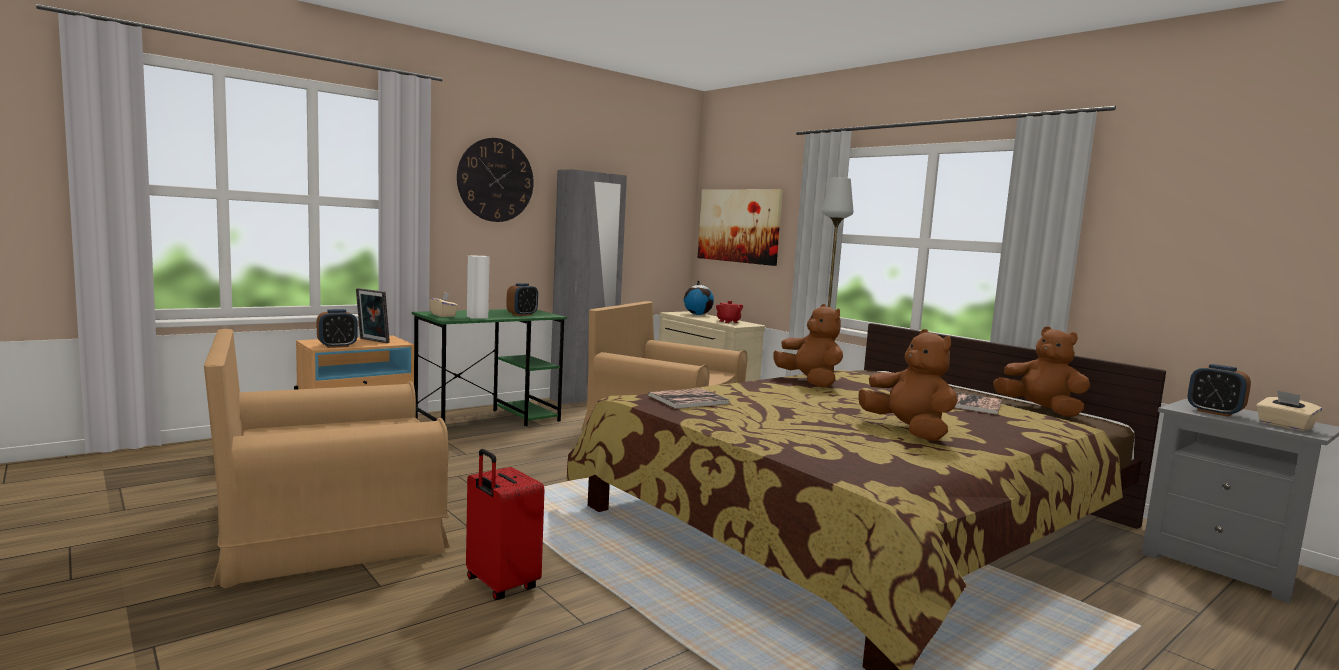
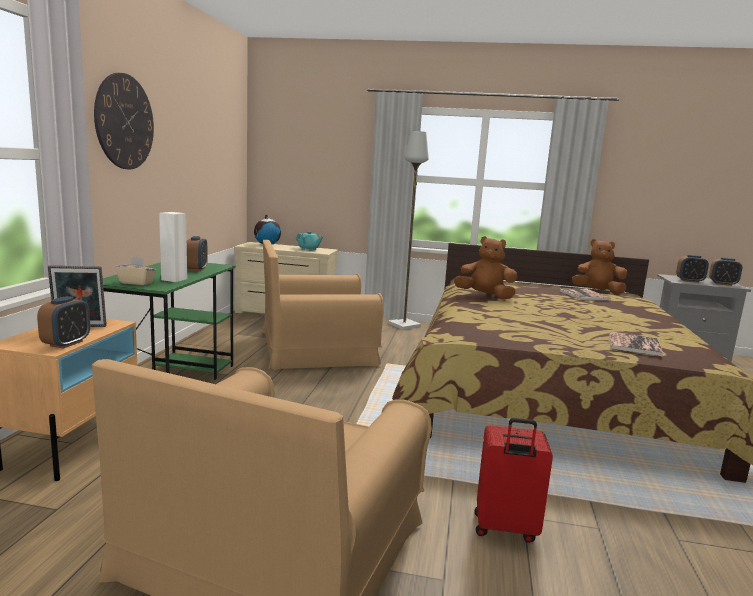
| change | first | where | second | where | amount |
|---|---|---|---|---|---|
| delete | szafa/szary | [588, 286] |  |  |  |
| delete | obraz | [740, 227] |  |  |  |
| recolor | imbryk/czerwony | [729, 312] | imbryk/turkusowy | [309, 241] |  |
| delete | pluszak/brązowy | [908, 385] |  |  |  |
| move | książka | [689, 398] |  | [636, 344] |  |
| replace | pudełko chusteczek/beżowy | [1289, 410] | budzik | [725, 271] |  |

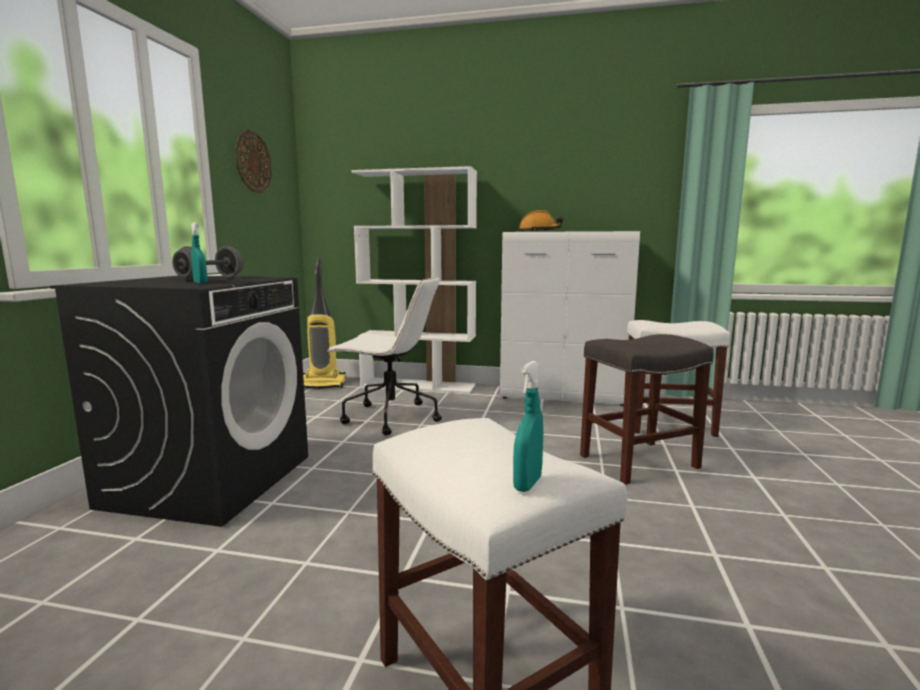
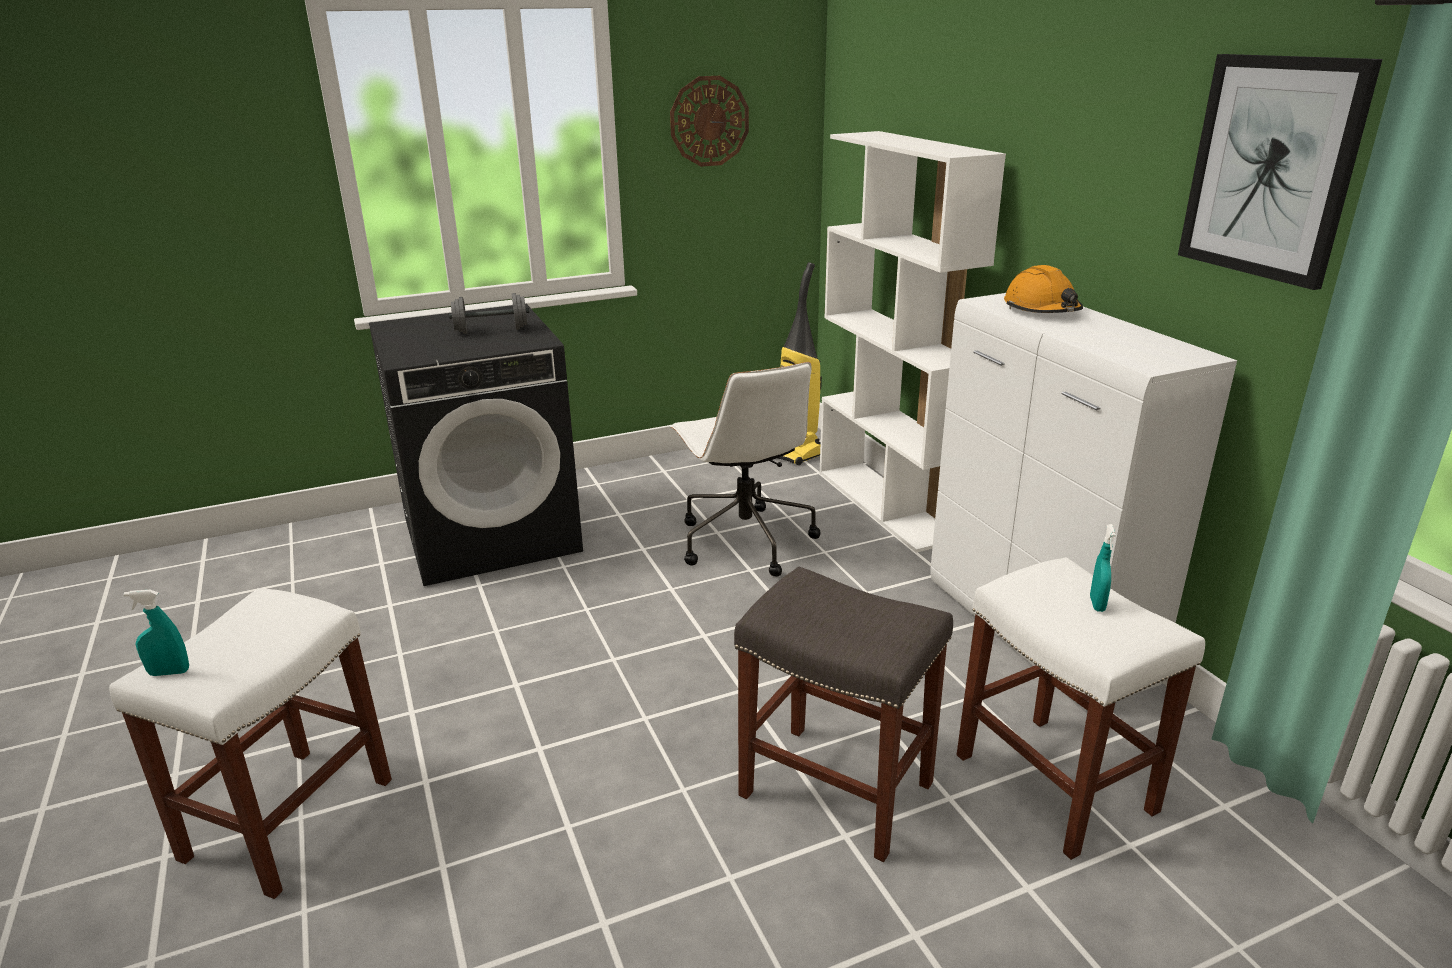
| change | first | where | second | where | amount |
|---|---|---|---|---|---|
| move | spryskiwacz/turkusowy | [199, 253] |  | [1103, 568] |  |
| insert |  |  | obraz | [1280, 172] |  |

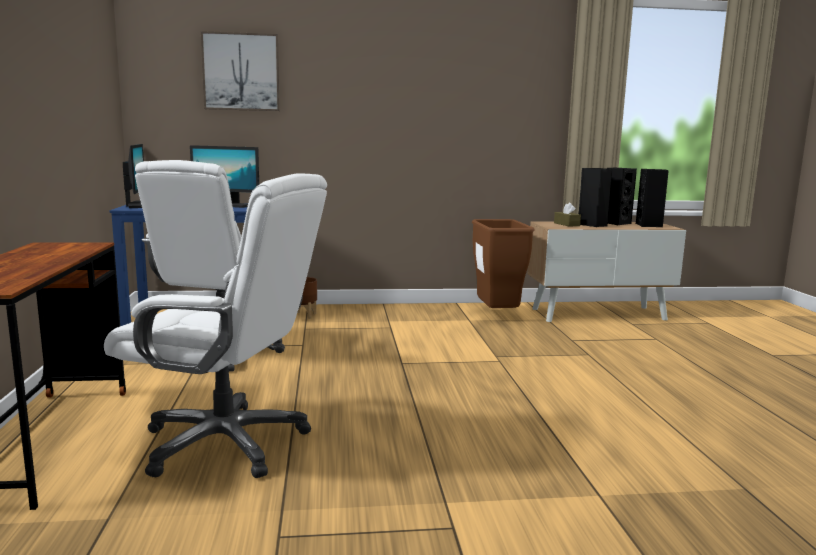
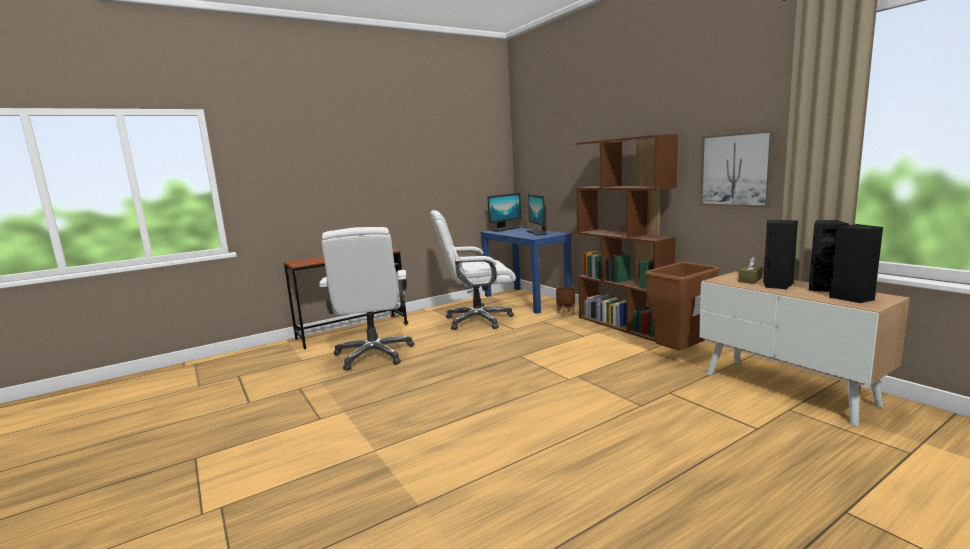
| change | first | where | second | where | amount |
|---|---|---|---|---|---|
| move | obraz | [240, 71] |  | [737, 168] |  |
| insert |  |  | regał/brązowy | [627, 238] |  |

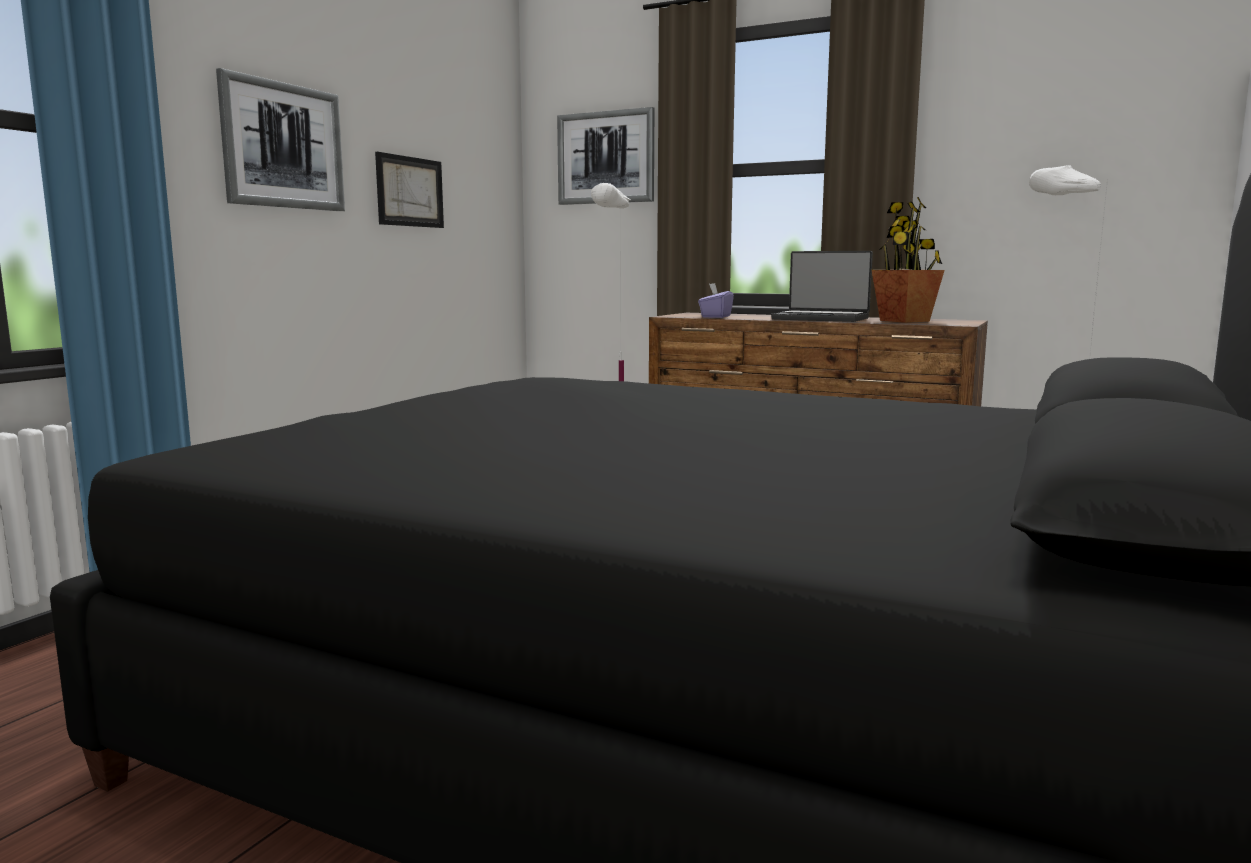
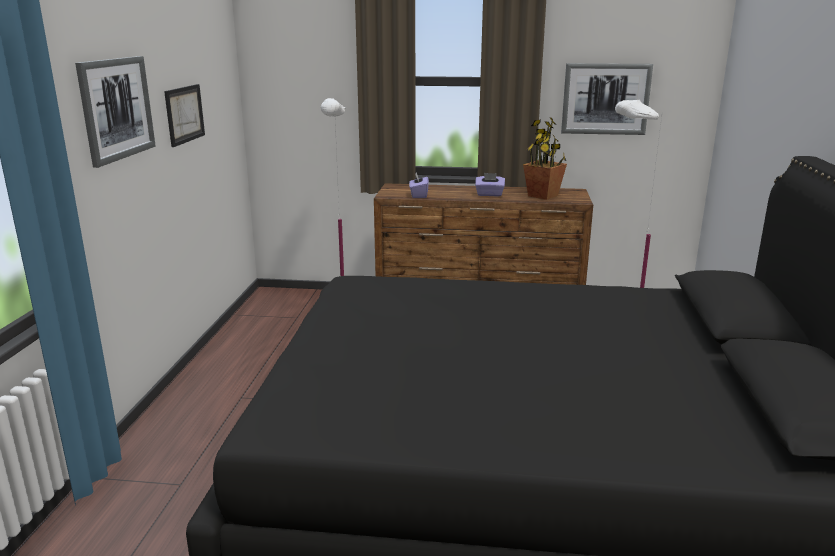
| change | first | where | second | where | amount |
|---|---|---|---|---|---|
| move | obraz | [605, 156] |  | [607, 99] |  |
| replace | laptop | [822, 286] | pudełko chusteczek/fioletowy | [490, 184] |  |

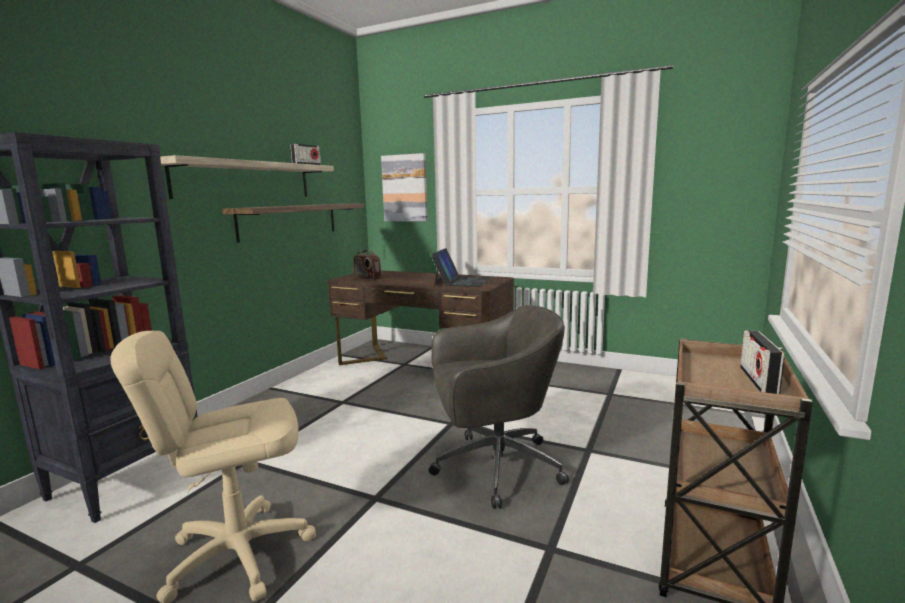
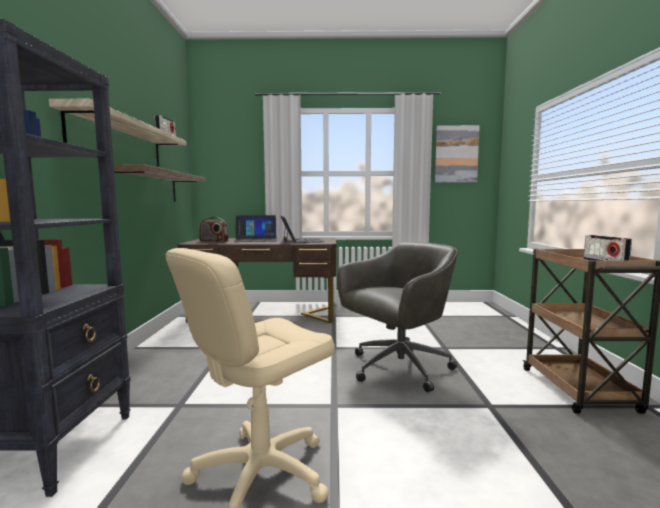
| change | first | where | second | where | amount |
|---|---|---|---|---|---|
| move | obraz | [404, 187] |  | [457, 154] |  |
| insert |  |  | laptop | [255, 228] |  |

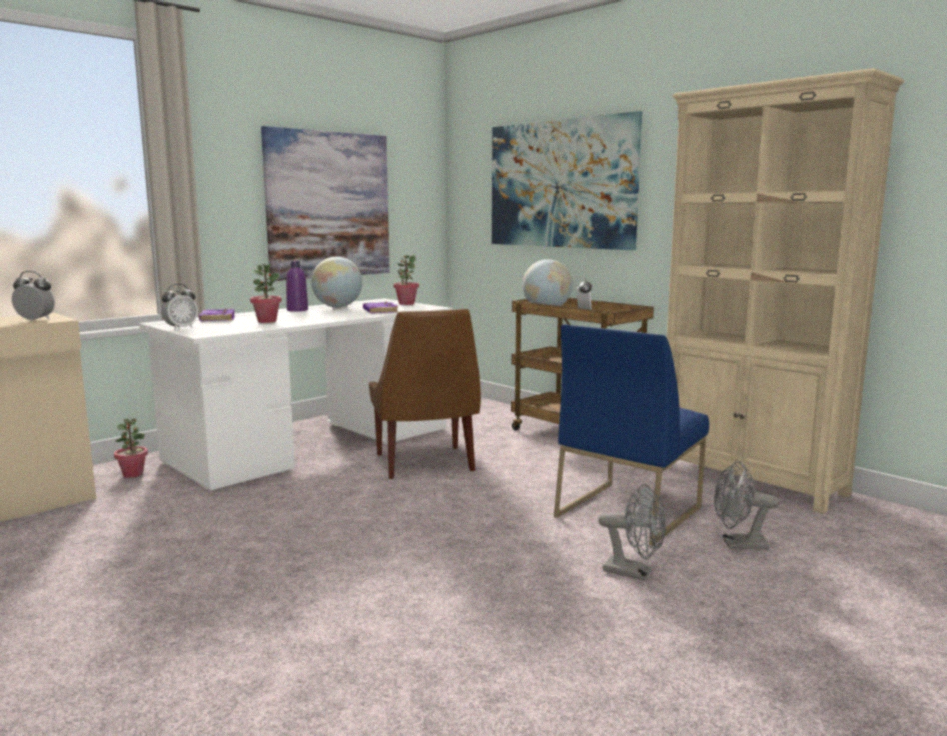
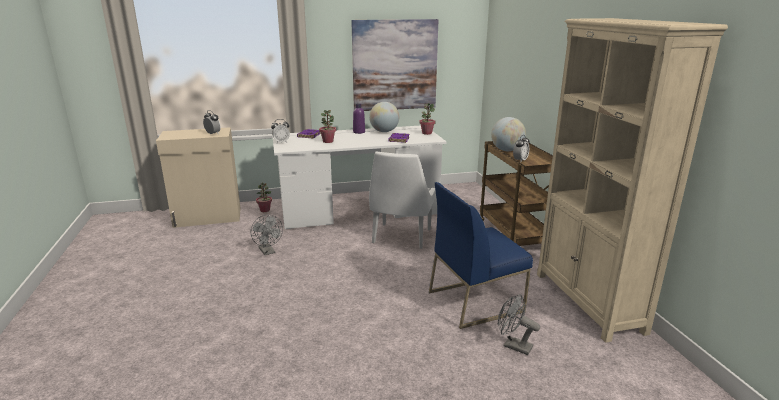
| change | first | where | second | where | amount |
|---|---|---|---|---|---|
| delete | obraz | [567, 180] |  |  |  |
| recolor | krzesło/brązowy | [425, 394] | krzesło/biały | [402, 200] |  |
| move | wentylator/szary | [632, 532] |  | [267, 235] |  |

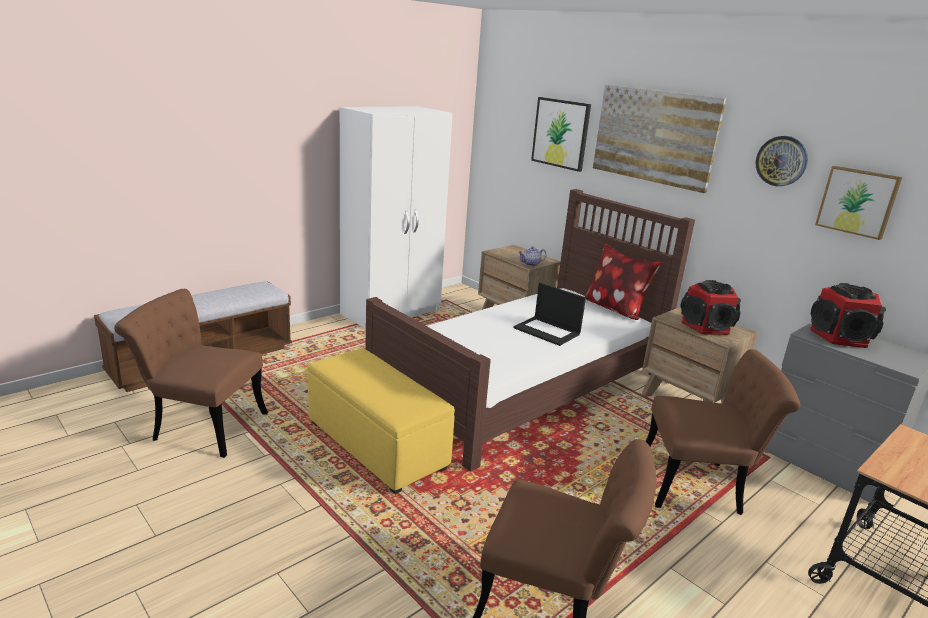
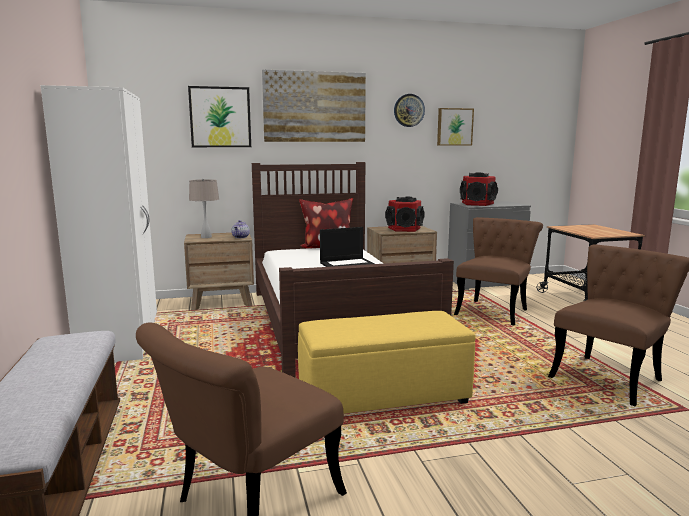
| change | first | where | second | where | amount |
|---|---|---|---|---|---|
| insert |  |  | lampa stołowa/beżowy | [204, 208] |  |

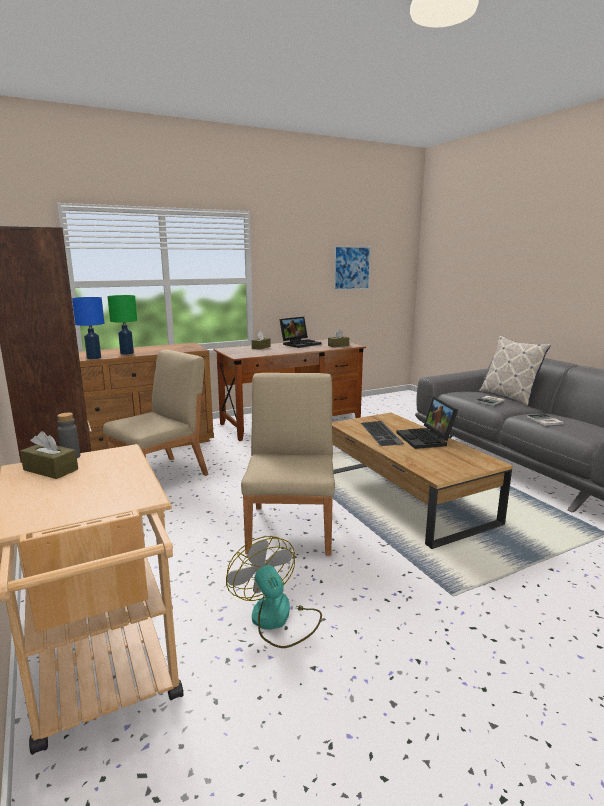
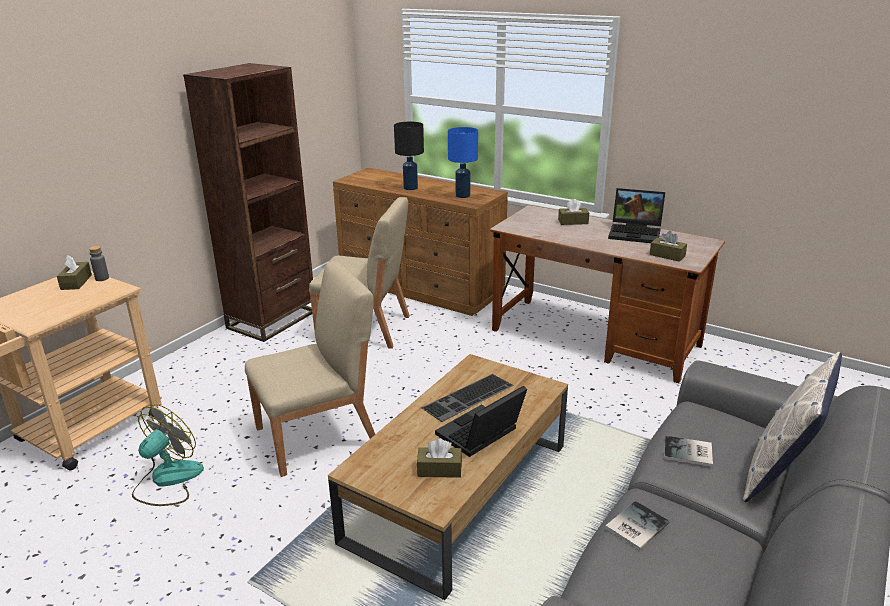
| change | first | where | second | where | amount |
|---|---|---|---|---|---|
| delete | obraz | [352, 268] |  |  |  |
| recolor | lampa stołowa/zielony | [122, 325] | lampa stołowa/czarny | [409, 156] |  |
| move | lampa stołowa/niebieski | [88, 328] |  | [463, 162] |  |
| insert |  |  | pudełko chusteczek/brązowy | [439, 458] |  |

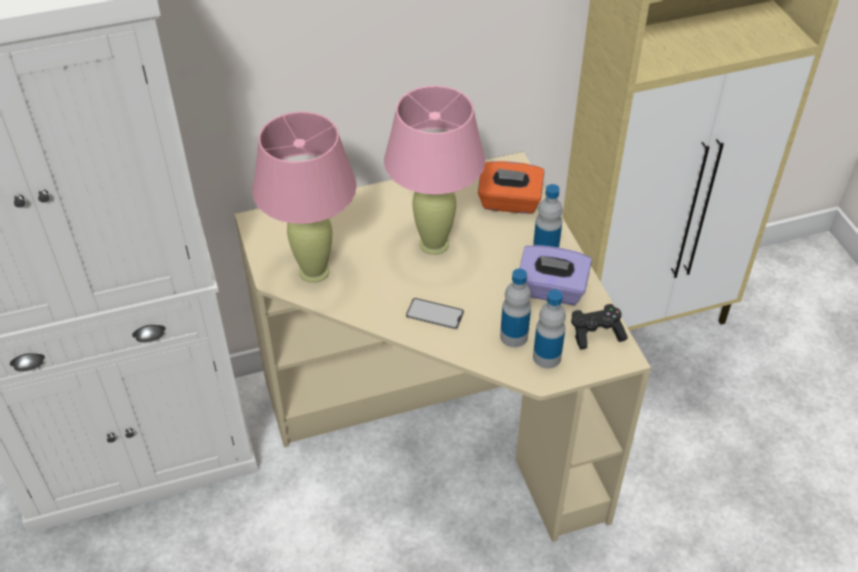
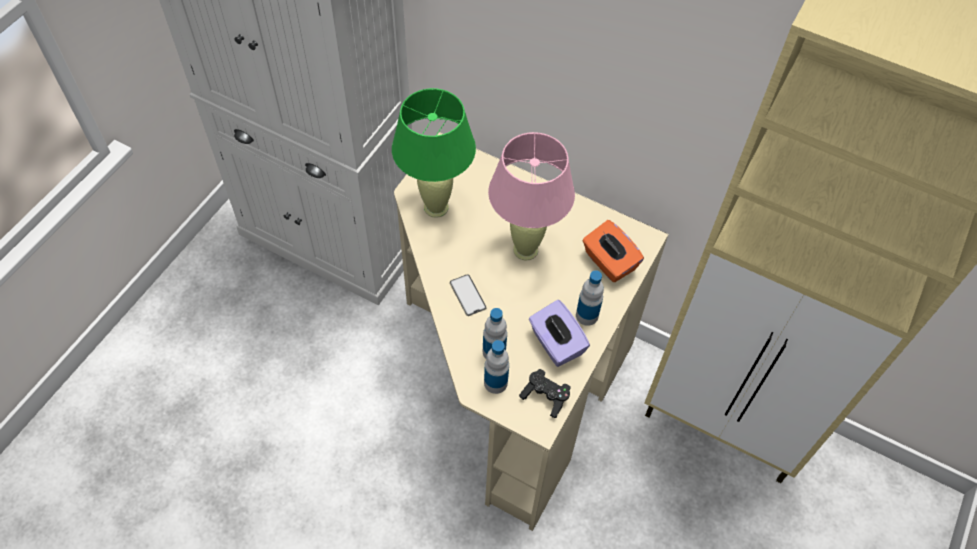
| change | first | where | second | where | amount |
|---|---|---|---|---|---|
| recolor | lampa stołowa/różowy | [304, 197] | lampa stołowa/zielony | [434, 153] |  |

